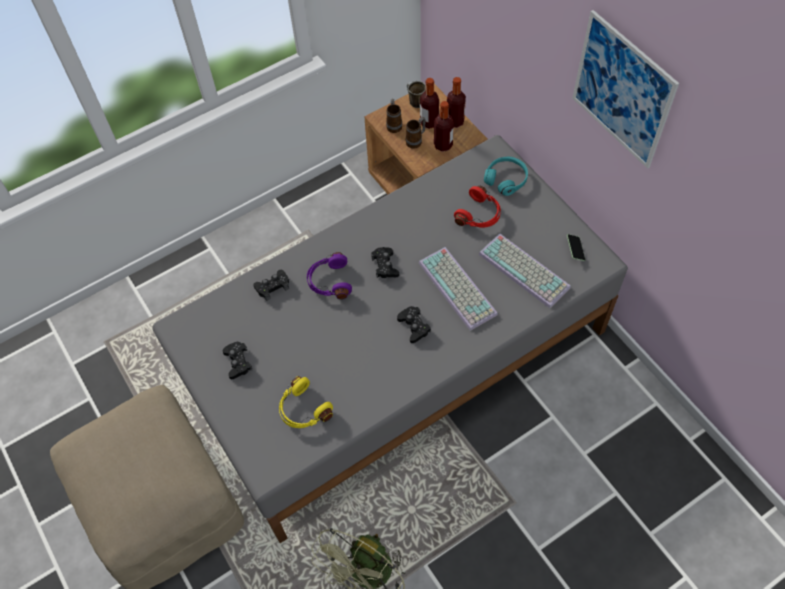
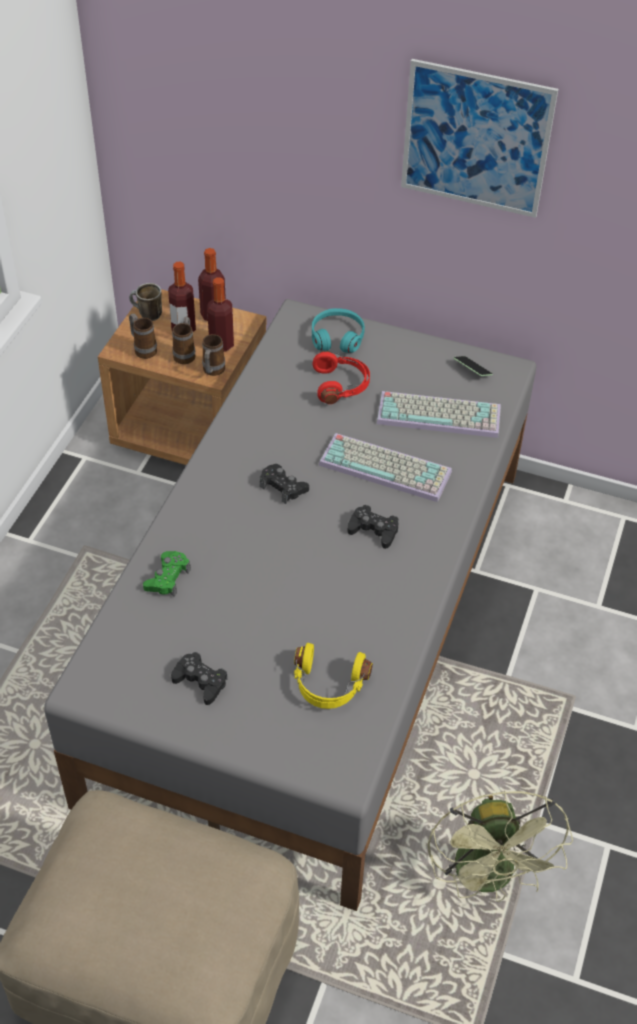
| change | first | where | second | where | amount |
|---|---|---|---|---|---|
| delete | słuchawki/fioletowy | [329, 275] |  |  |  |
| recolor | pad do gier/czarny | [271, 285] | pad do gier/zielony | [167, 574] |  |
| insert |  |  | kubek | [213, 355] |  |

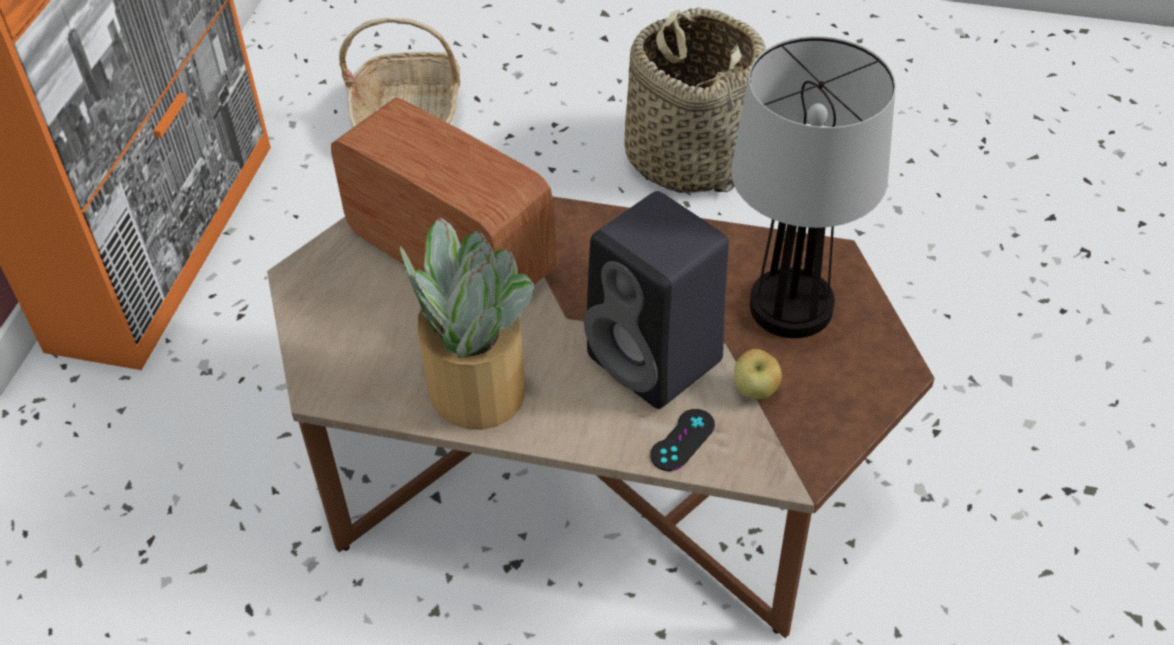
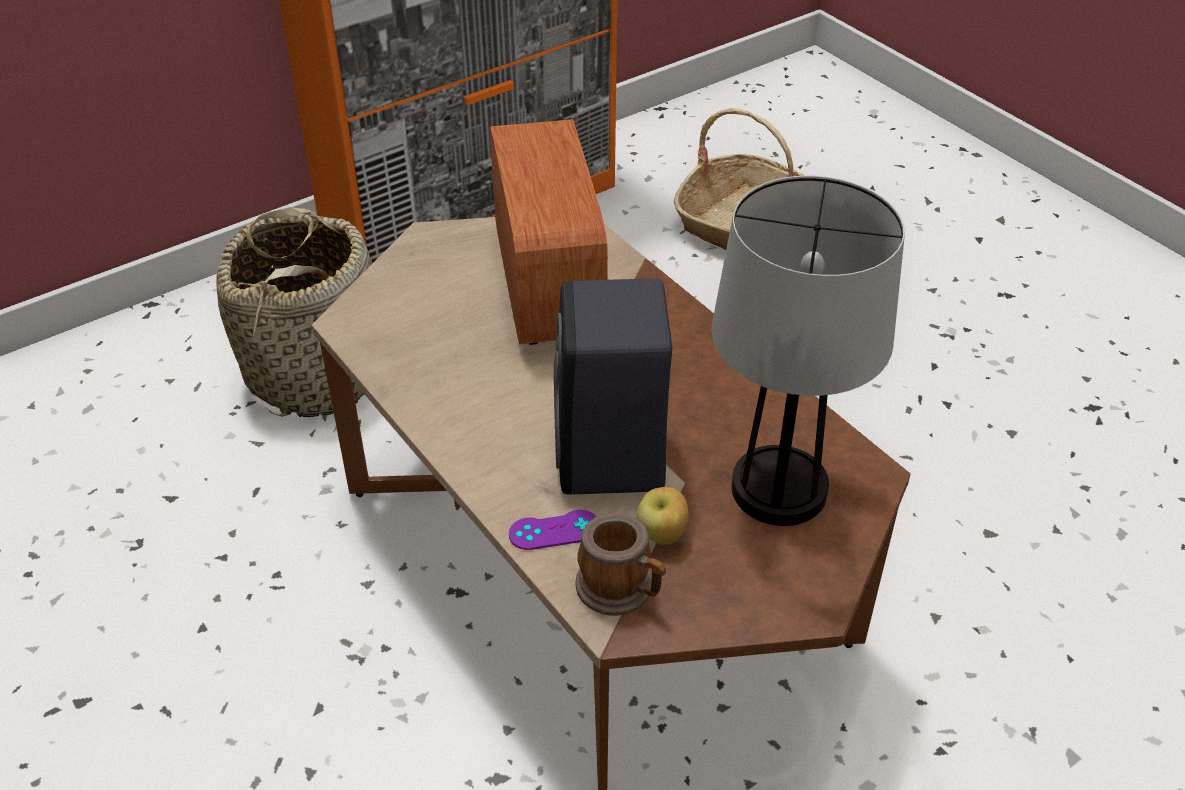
| change | first | where | second | where | amount |
|---|---|---|---|---|---|
| move | koszyk | [695, 100] |  | [294, 312] |  |
| delete | roślina doniczkowa | [466, 324] |  |  |  |
| recolor | pad do gier/czarny | [682, 440] | pad do gier/fioletowy | [553, 530] |  |
| insert |  |  | kubek | [620, 564] |  |

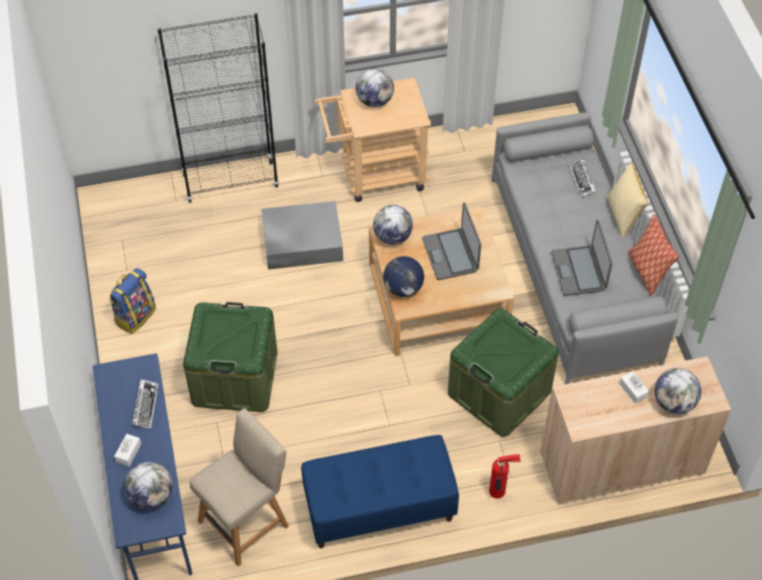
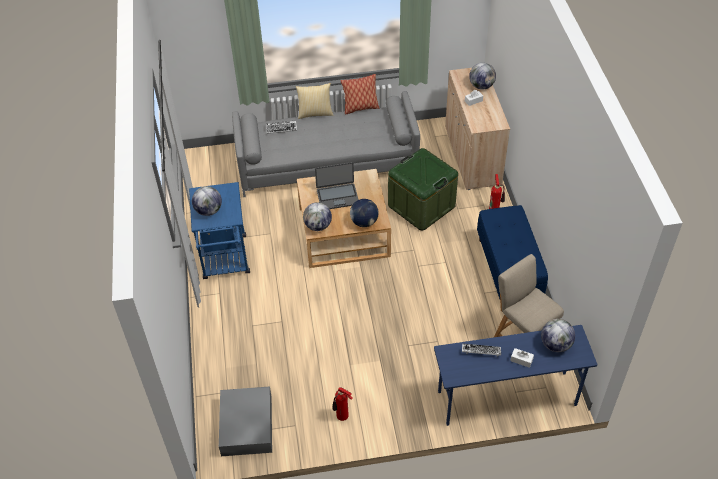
| change | first | where | second | where | amount |
|---|---|---|---|---|---|
| delete | regał/czarny | [218, 108] |  |  |  |
| recolor | wózek/beżowy | [373, 140] | wózek/niebieski | [219, 230] |  |
| move | pojemnik do przechowywania/szary | [302, 235] |  | [245, 421] |  |
| delete | laptop | [581, 257] |  |  |  |
| replace | plecak | [132, 301] | gaśnica | [342, 404] |  |
| delete | pojemnik do przechowywania/zielony | [230, 357] |  |  |  |

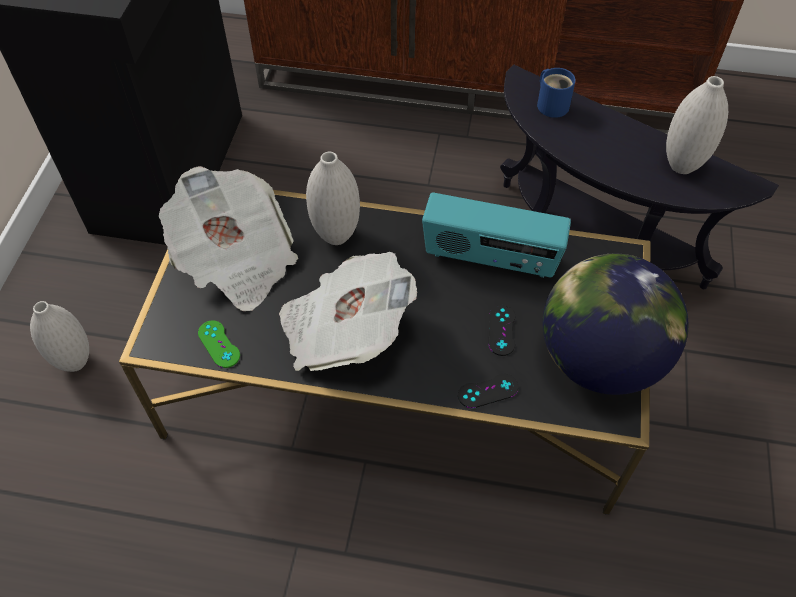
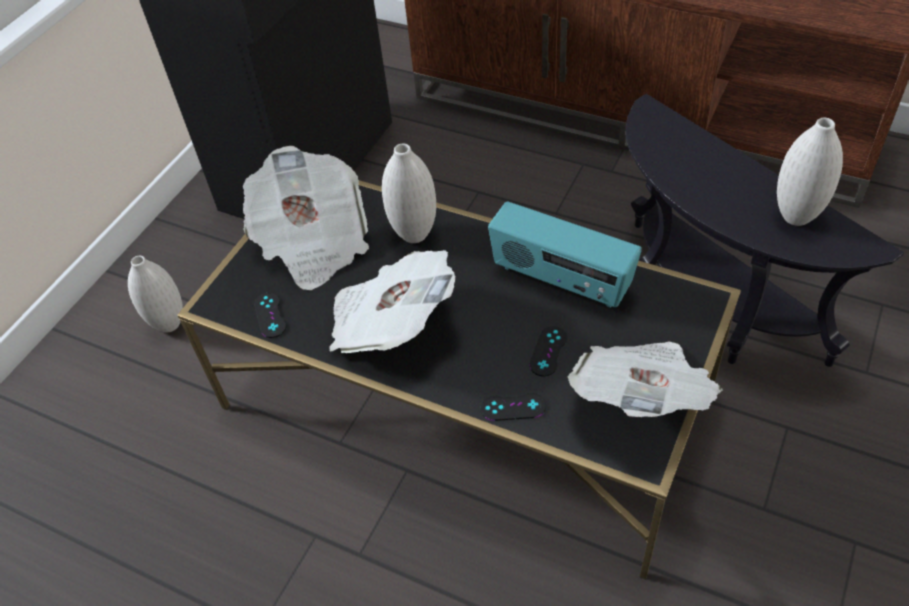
| change | first | where | second | where | amount |
|---|---|---|---|---|---|
| delete | kubek/niebieski | [556, 93] |  |  |  |
| replace | globus | [615, 324] | gazeta | [645, 379] |  |
| recolor | pad do gier/zielony | [219, 344] | pad do gier/czarny | [270, 315] |  |

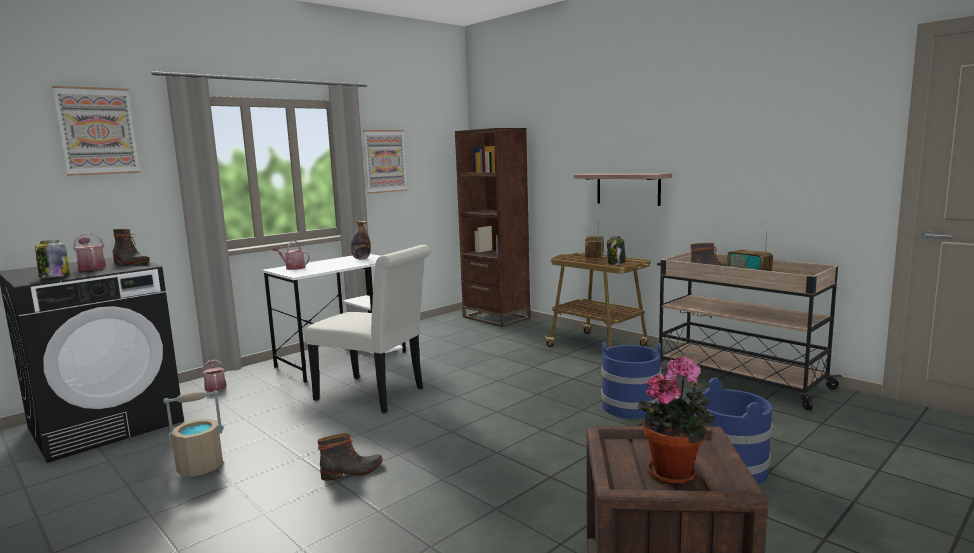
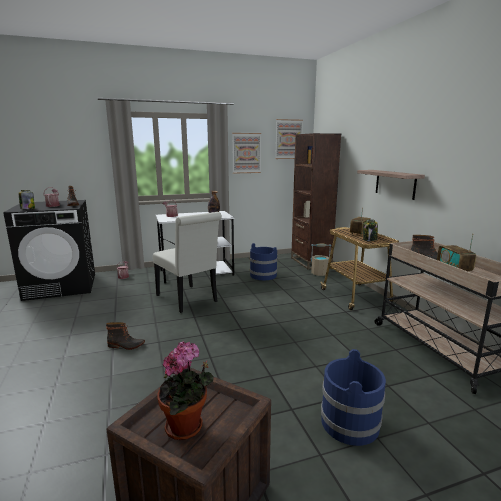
| change | first | where | second | where | amount |
|---|---|---|---|---|---|
| move | obraz | [96, 131] |  | [289, 139] |  |
| move | wiadro/niebieski | [631, 380] |  | [264, 261] |  |
| move | wiadro/beżowy | [193, 433] |  | [320, 259] |  |

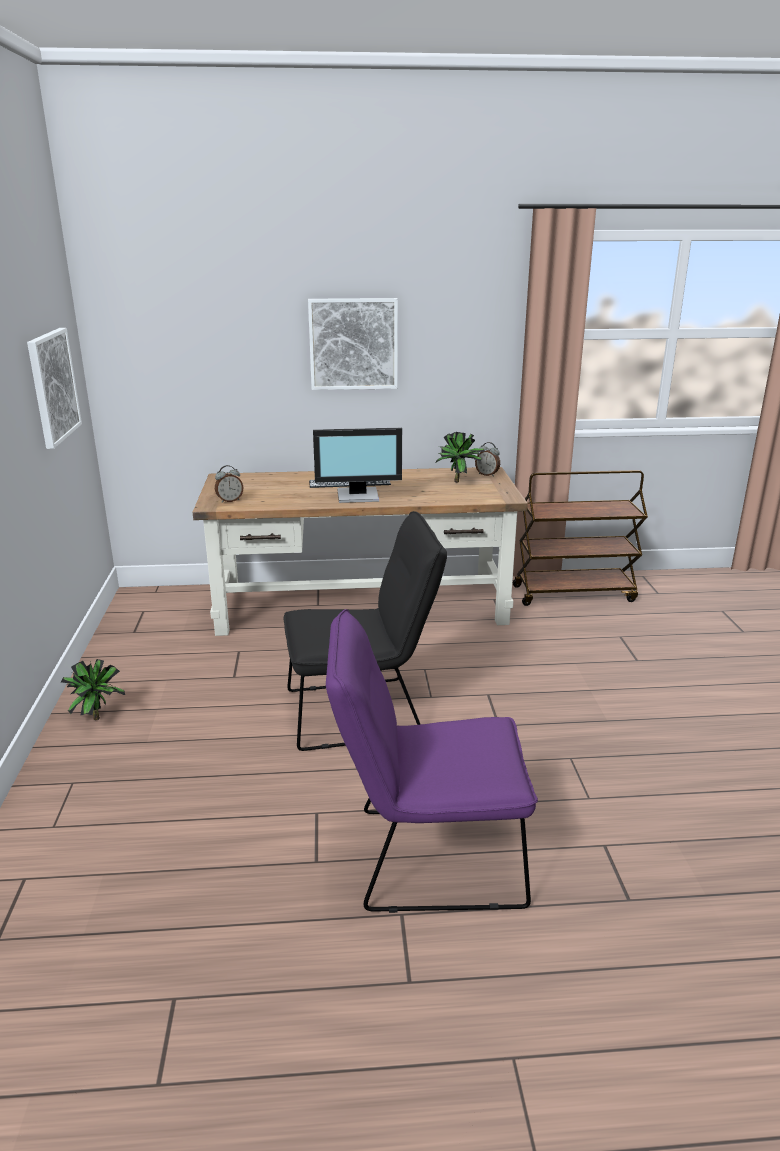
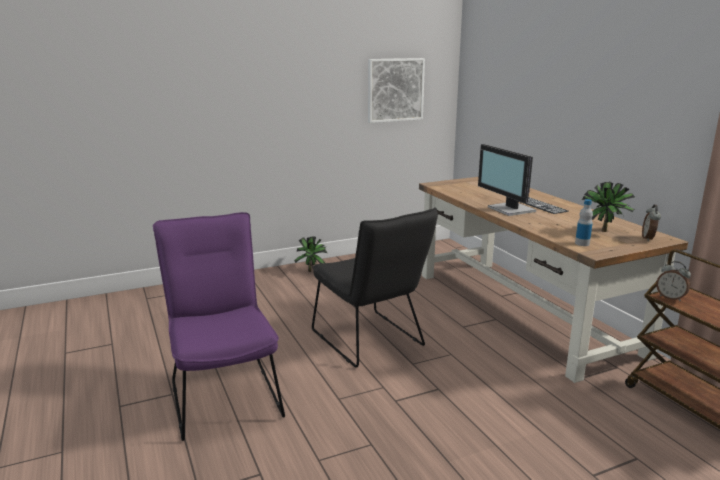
| change | first | where | second | where | amount |
|---|---|---|---|---|---|
| delete | obraz | [353, 344] |  |  |  |
| move | budzik | [229, 484] |  | [673, 281] |  |
| insert |  |  | butelka | [584, 222] |  |

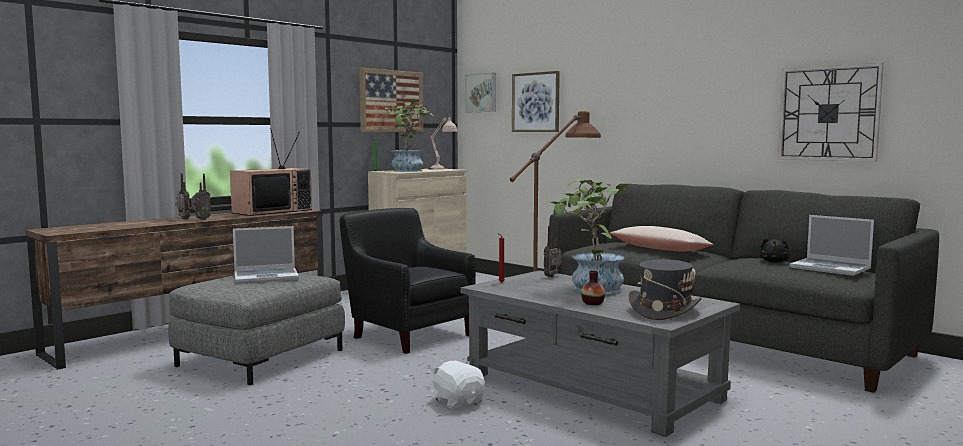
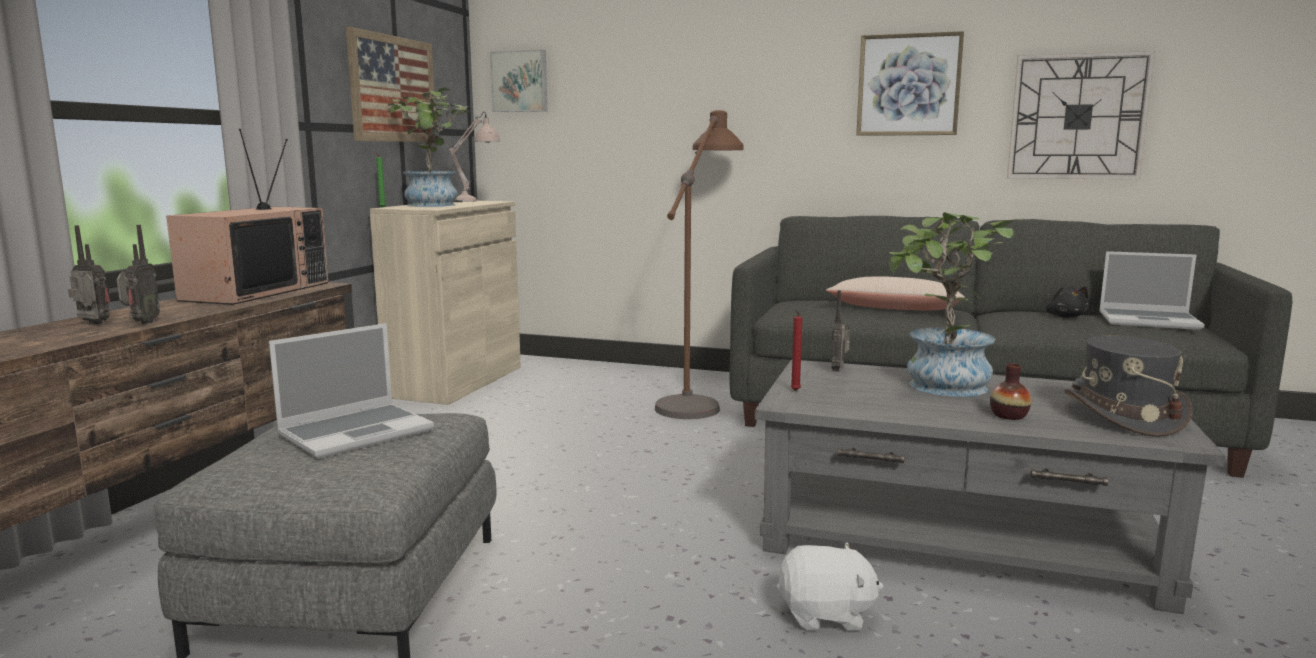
| change | first | where | second | where | amount |
|---|---|---|---|---|---|
| move | obraz | [536, 101] |  | [910, 83] |  |
| delete | fotel/czarny | [408, 281] |  |  |  |
| rotate | pluszak/biały | [458, 385] |  | [830, 586] | 150 degrees clockwise |

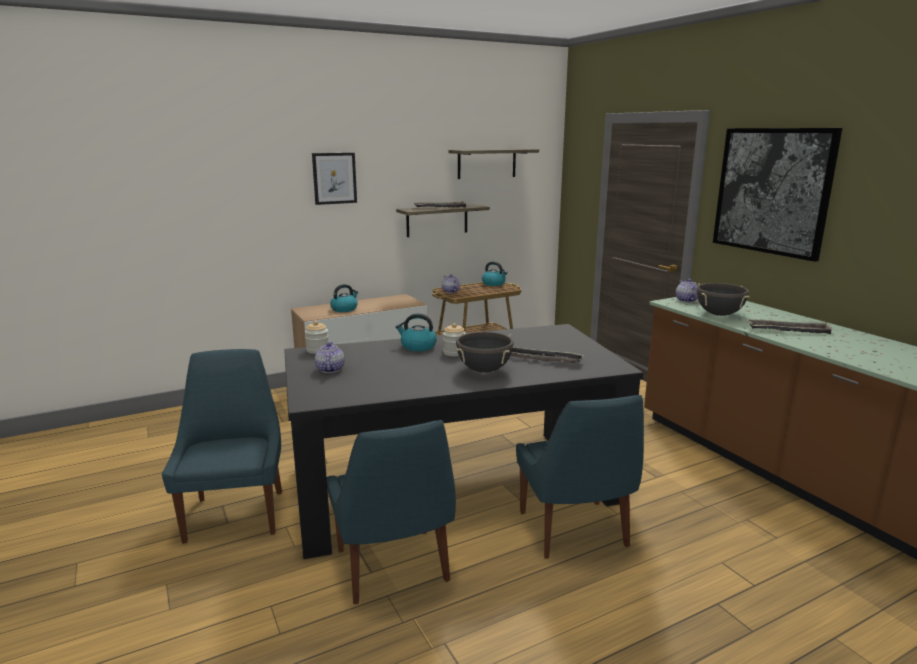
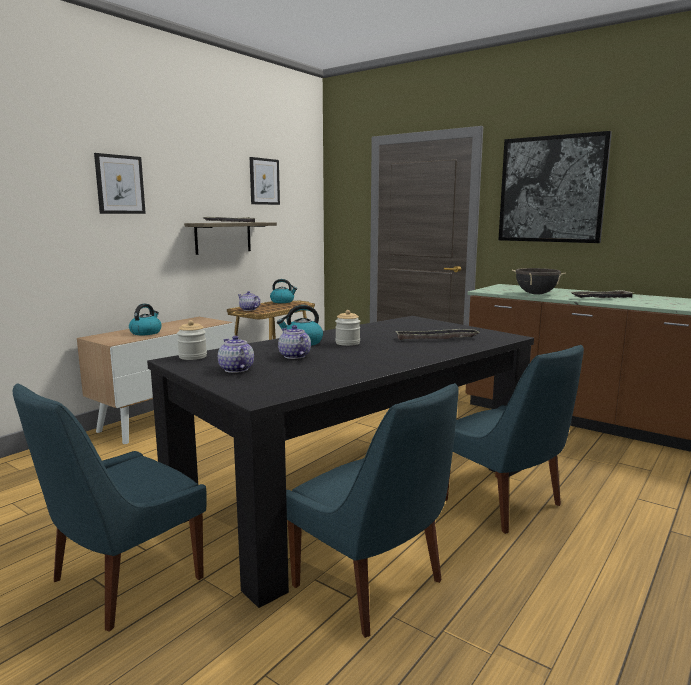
| change | first | where | second | where | amount |
|---|---|---|---|---|---|
| replace | półka | [493, 164] | obraz | [265, 181] |  |
| move | imbryk | [687, 290] |  | [294, 342] |  |
| delete | garnek/czarny | [485, 352] |  |  |  |
| rotate | krzesło/niebieski | [222, 446] |  | [110, 507] | 105 degrees counterclockwise |

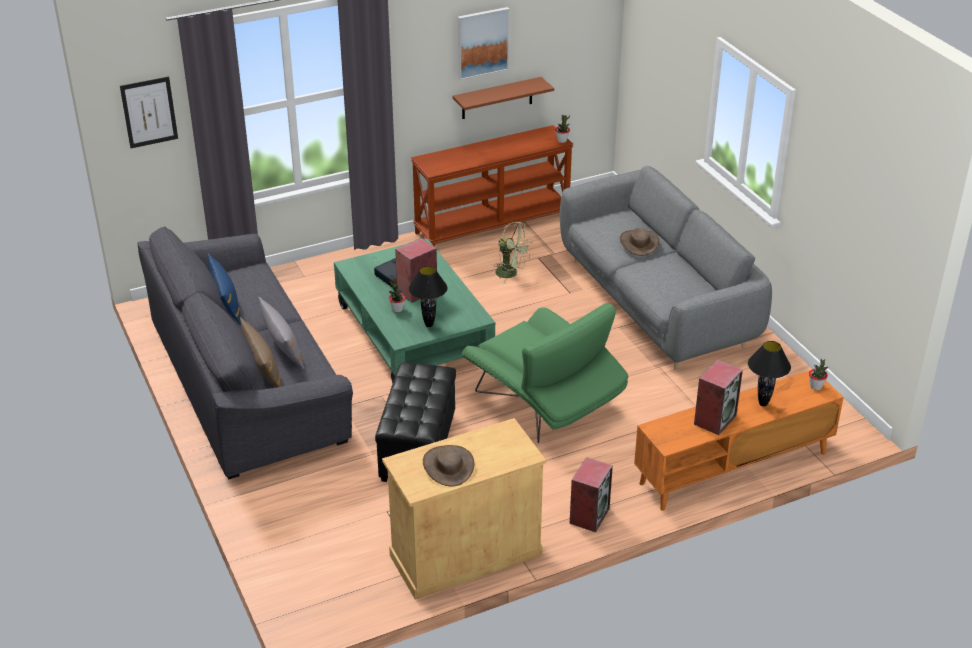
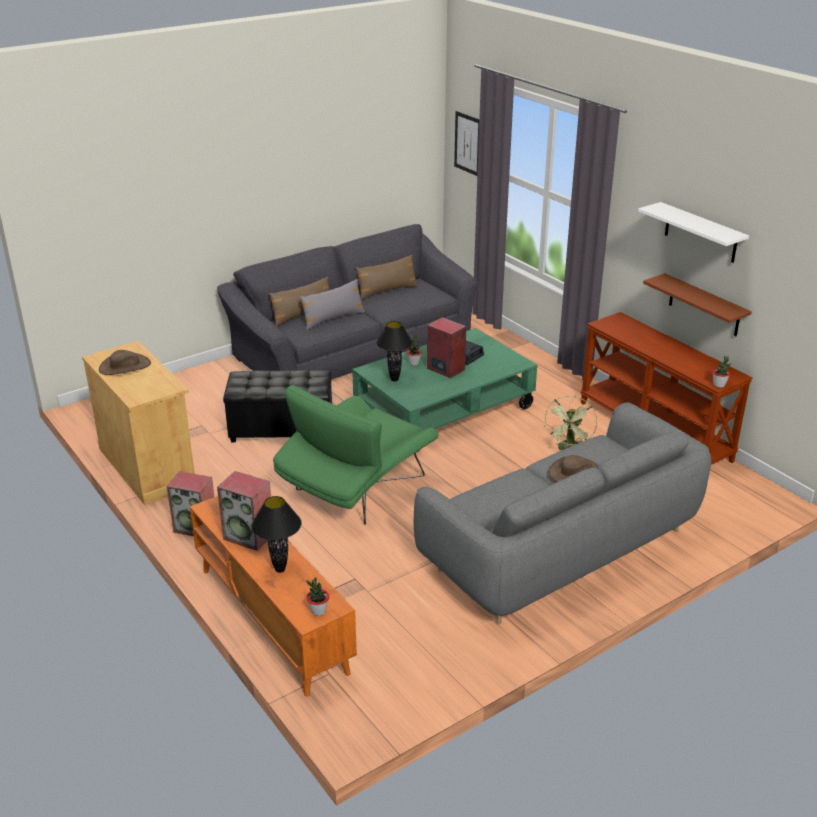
| change | first | where | second | where | amount |
|---|---|---|---|---|---|
| replace | obraz | [483, 43] | półka/biały | [693, 232] |  |
| recolor | poduszka/niebieski | [224, 289] | poduszka/brązowy | [387, 277] |  |

